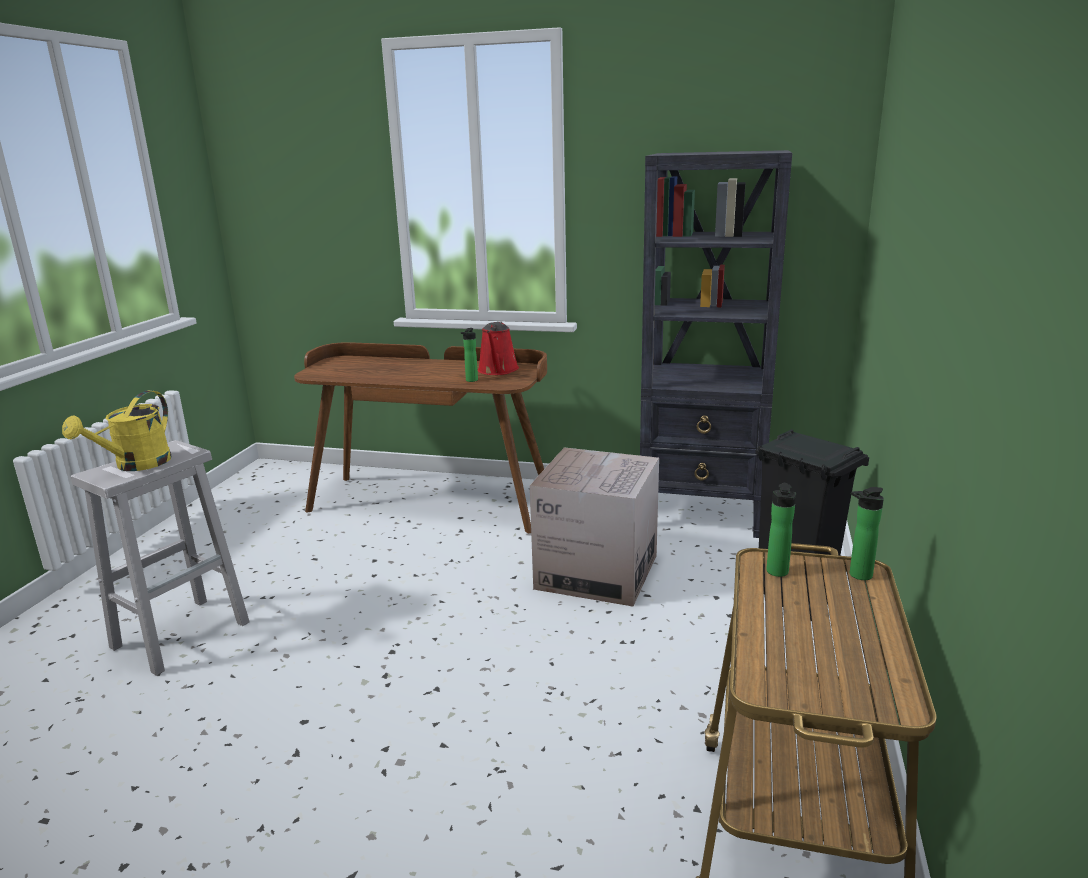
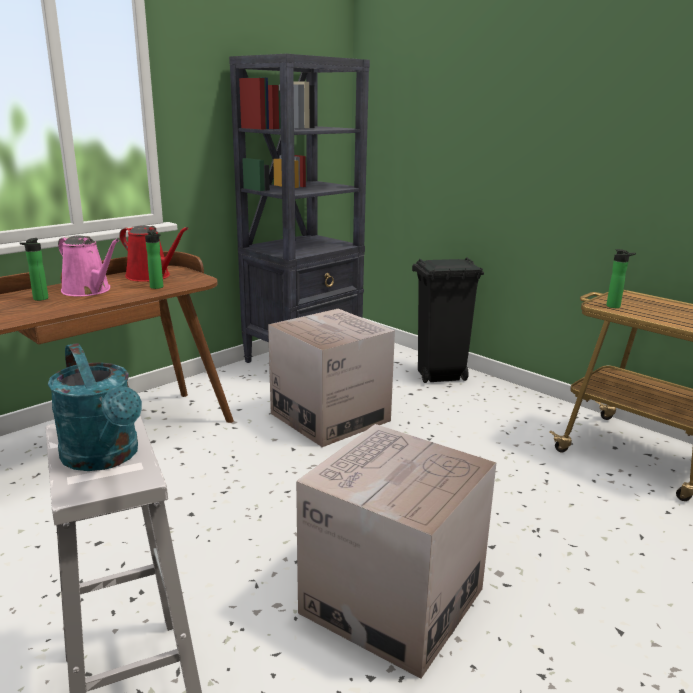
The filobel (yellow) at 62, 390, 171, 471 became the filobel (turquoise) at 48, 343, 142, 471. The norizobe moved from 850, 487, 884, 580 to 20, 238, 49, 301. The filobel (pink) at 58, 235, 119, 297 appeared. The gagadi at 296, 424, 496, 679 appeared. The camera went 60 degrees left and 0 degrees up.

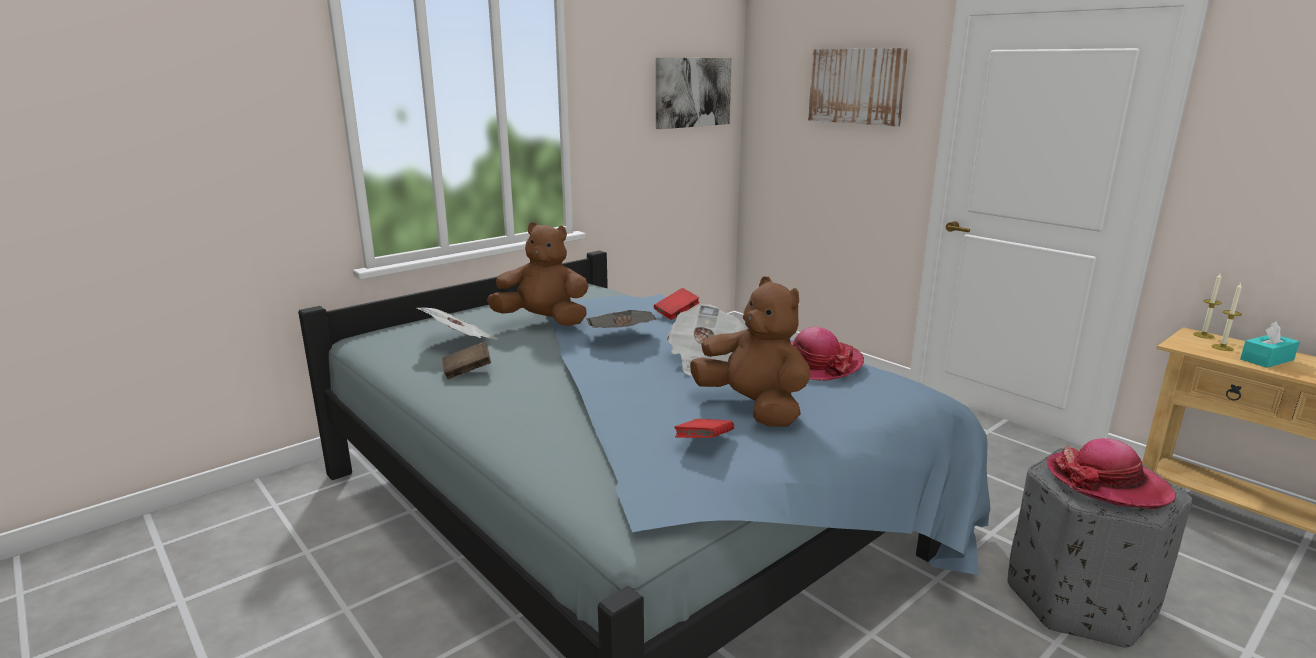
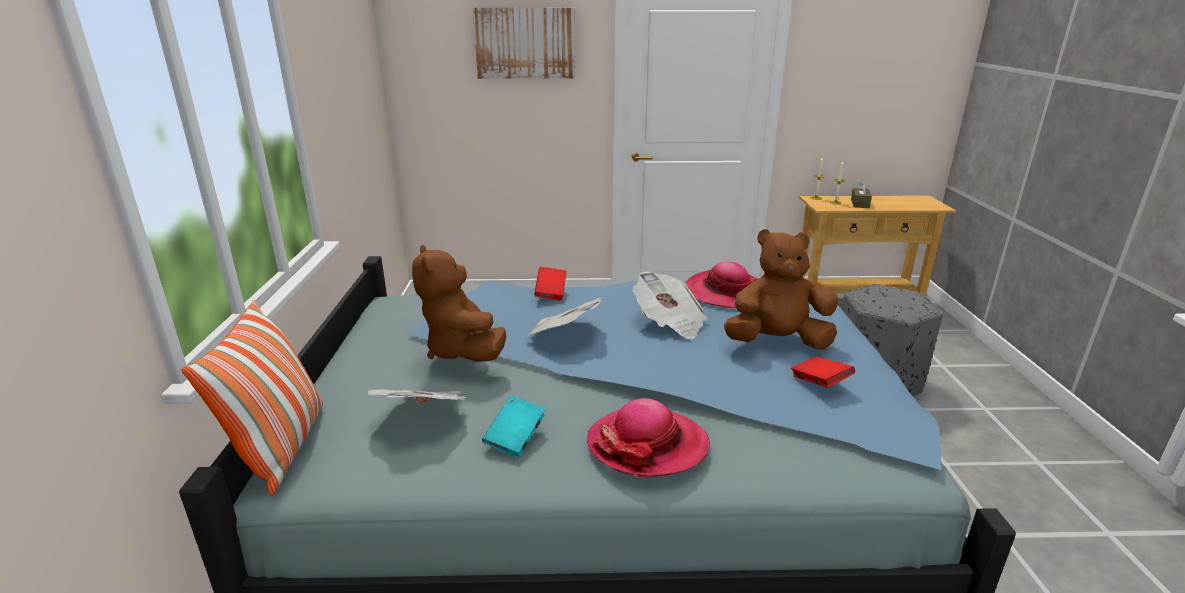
The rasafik at 656, 58, 732, 129 disappeared. The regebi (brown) at 487, 222, 589, 326 turned 75 degrees counterclockwise. The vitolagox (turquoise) at 1240, 321, 1300, 368 became the vitolagox (brown) at 851, 180, 872, 208. The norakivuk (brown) at 442, 341, 491, 379 became the norakivuk (turquoise) at 482, 396, 545, 457. The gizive moved from 1047, 438, 1176, 509 to 587, 398, 710, 478. The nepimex at 181, 300, 323, 496 appeared. The camera went 50 degrees left and 5 degrees up.

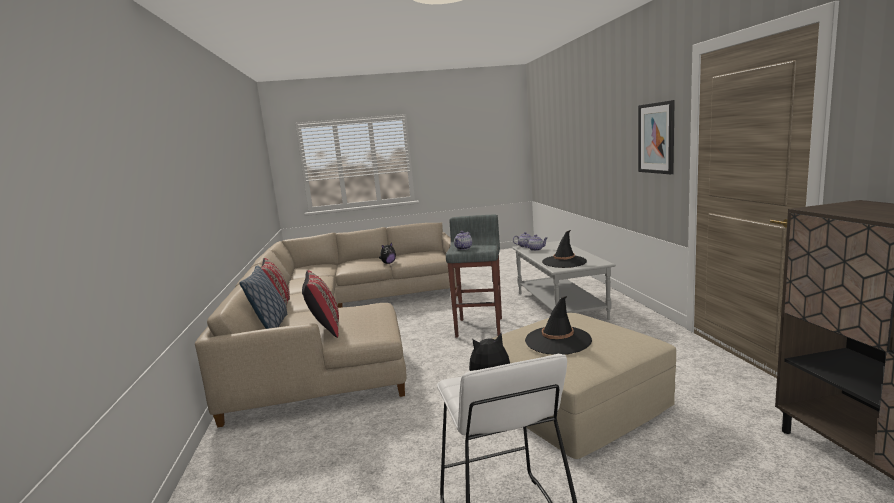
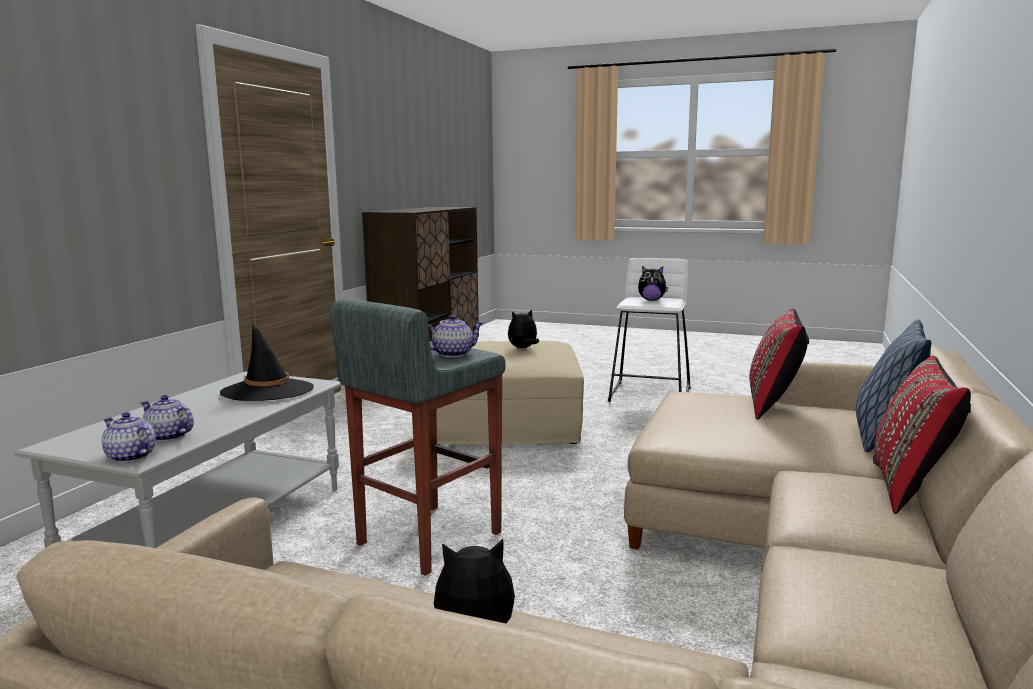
The rasafik at 638, 100, 675, 174 disappeared. The gizive (black) at 525, 296, 592, 355 was replaced by the regebi at 508, 309, 539, 348. The camera went 150 degrees left and 0 degrees up.

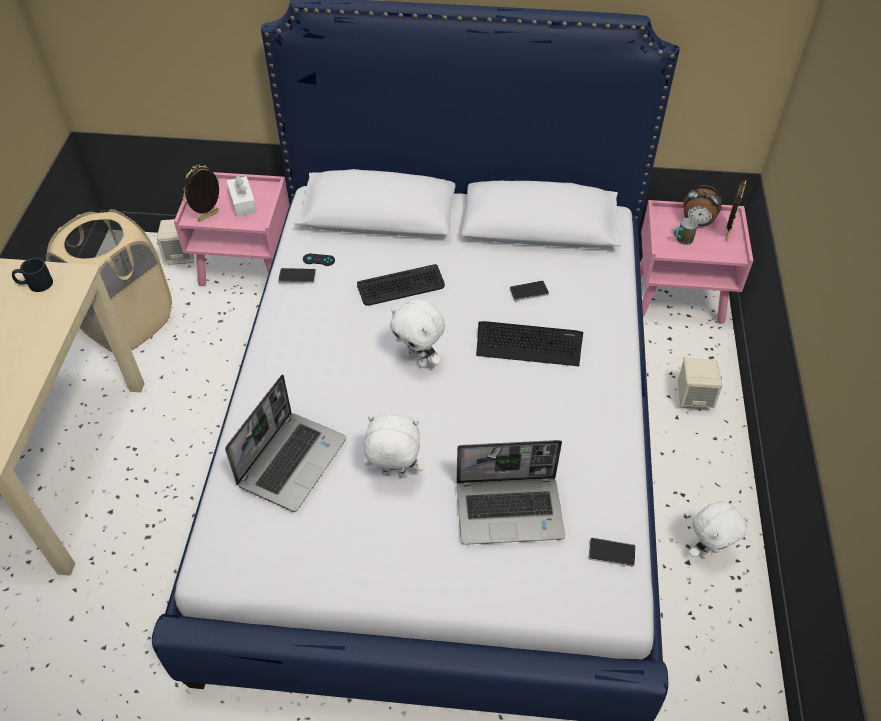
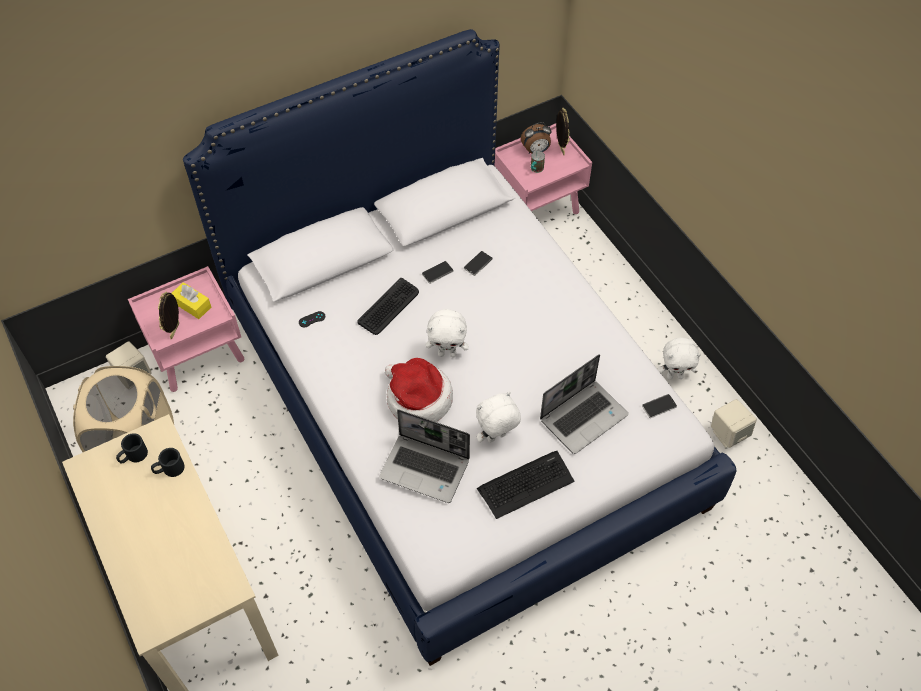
The vitolagox (white) at 227, 175, 257, 217 became the vitolagox (yellow) at 172, 282, 211, 319. The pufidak moved from 278, 268, 316, 284 to 422, 261, 454, 284. The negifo moved from 476, 321, 583, 366 to 477, 451, 574, 519. The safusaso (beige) moved from 678, 358, 722, 410 to 711, 399, 757, 448. The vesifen at 225, 374, 346, 512 turned 120 degrees clockwise. The regebi (white) at 689, 501, 749, 559 turned 60 degrees clockwise. The gizive at 385, 358, 453, 422 appeared. The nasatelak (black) at 151, 448, 185, 477 appeared. The camera went 35 degrees left and 5 degrees up.

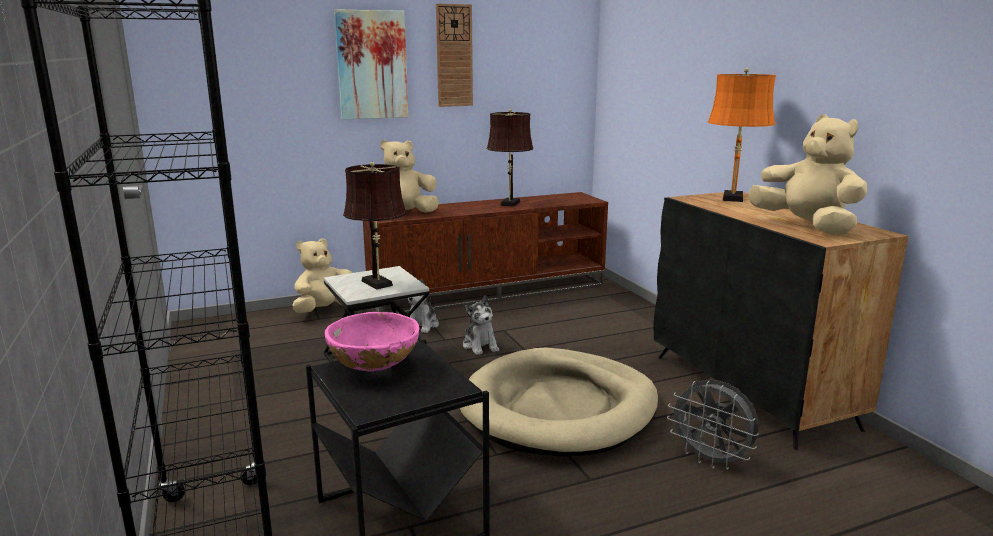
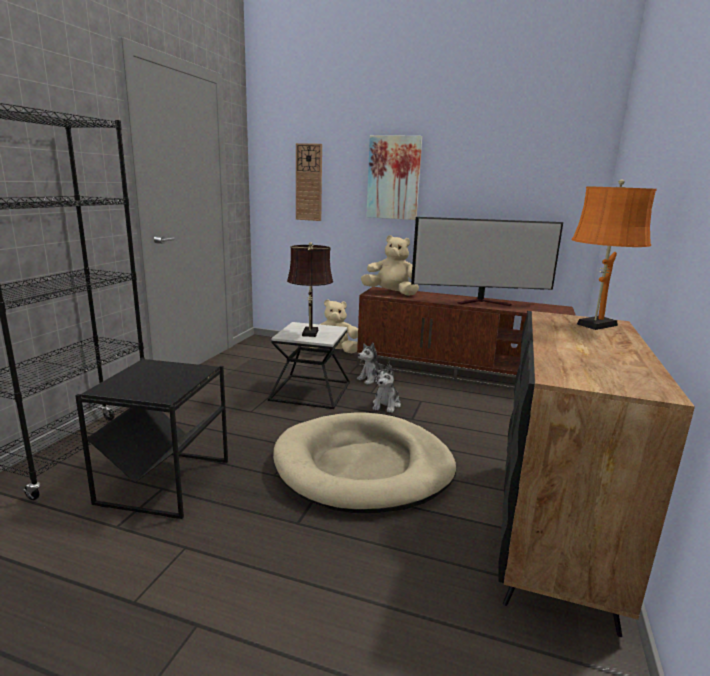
The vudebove moved from 436, 3, 473, 107 to 296, 143, 322, 221. The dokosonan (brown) at 487, 109, 533, 207 was replaced by the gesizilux at 411, 217, 563, 306. The regebi (beige) at 748, 114, 867, 235 disappeared. The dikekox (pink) at 325, 312, 420, 372 disappeared. The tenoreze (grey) at 667, 380, 759, 470 disappeared. The camera went 40 degrees right and 0 degrees up.

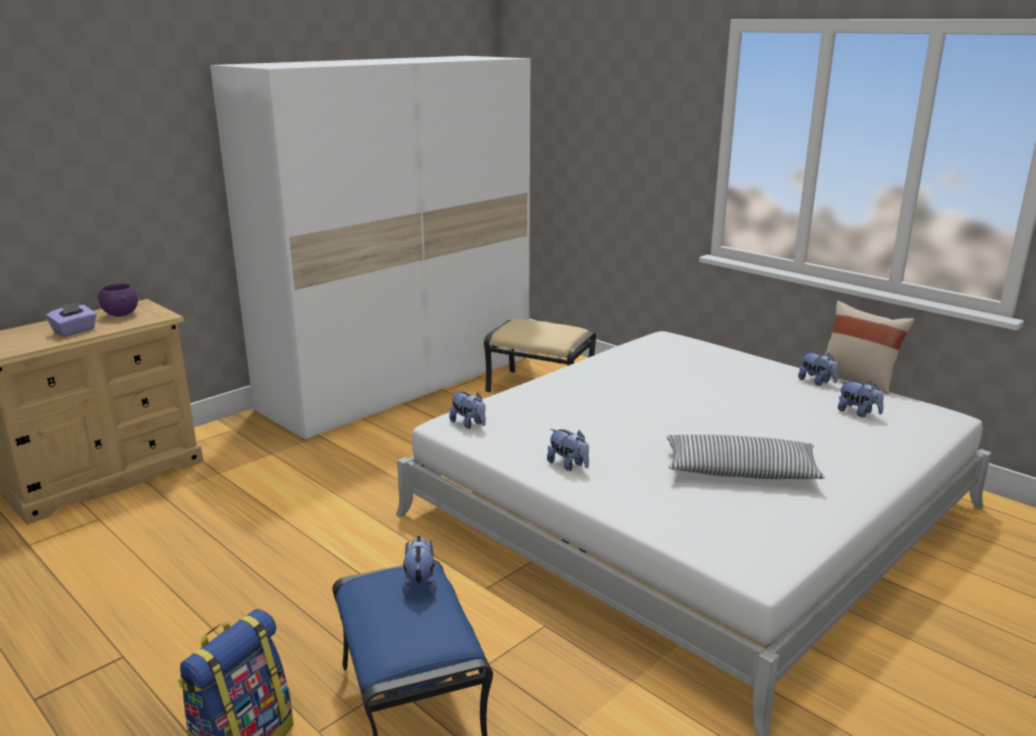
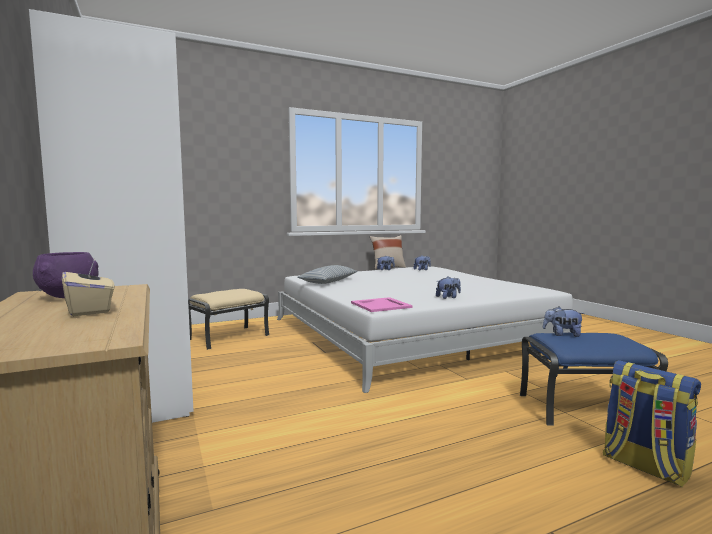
The vitolagox (purple) at 46, 301, 97, 337 became the vitolagox (beige) at 62, 259, 115, 316. The regebi at 449, 391, 486, 429 was replaced by the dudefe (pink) at 351, 297, 413, 312. The nepimex moved from 667, 435, 825, 479 to 297, 265, 358, 284. The camera went 70 degrees left and 15 degrees down.

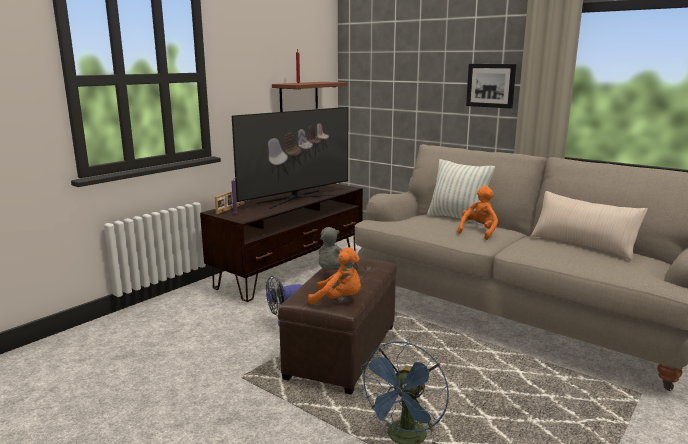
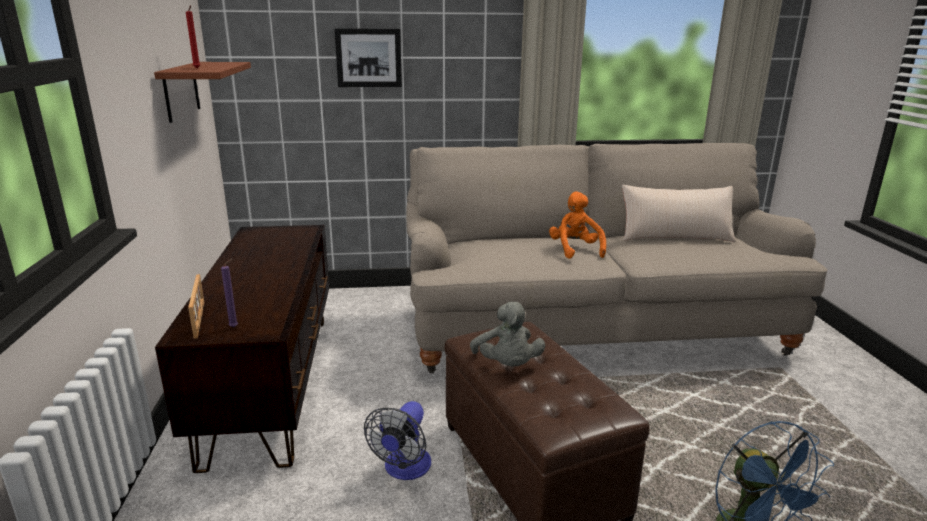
The rasafik moved from 466, 64, 516, 108 to 334, 28, 402, 87. The gesizilux at 232, 107, 348, 209 disappeared. The nepimex at 427, 159, 495, 226 disappeared. The regebi (orange) at 308, 247, 361, 305 disappeared. The camera went 45 degrees left and 5 degrees up.

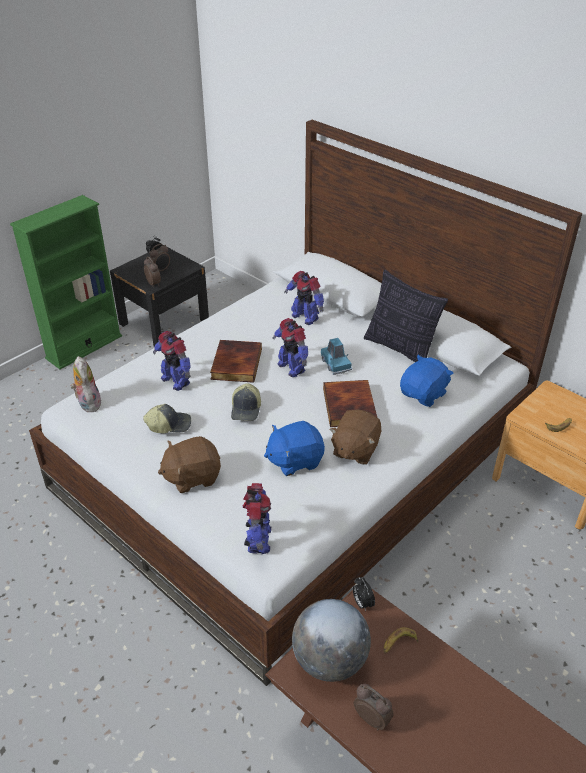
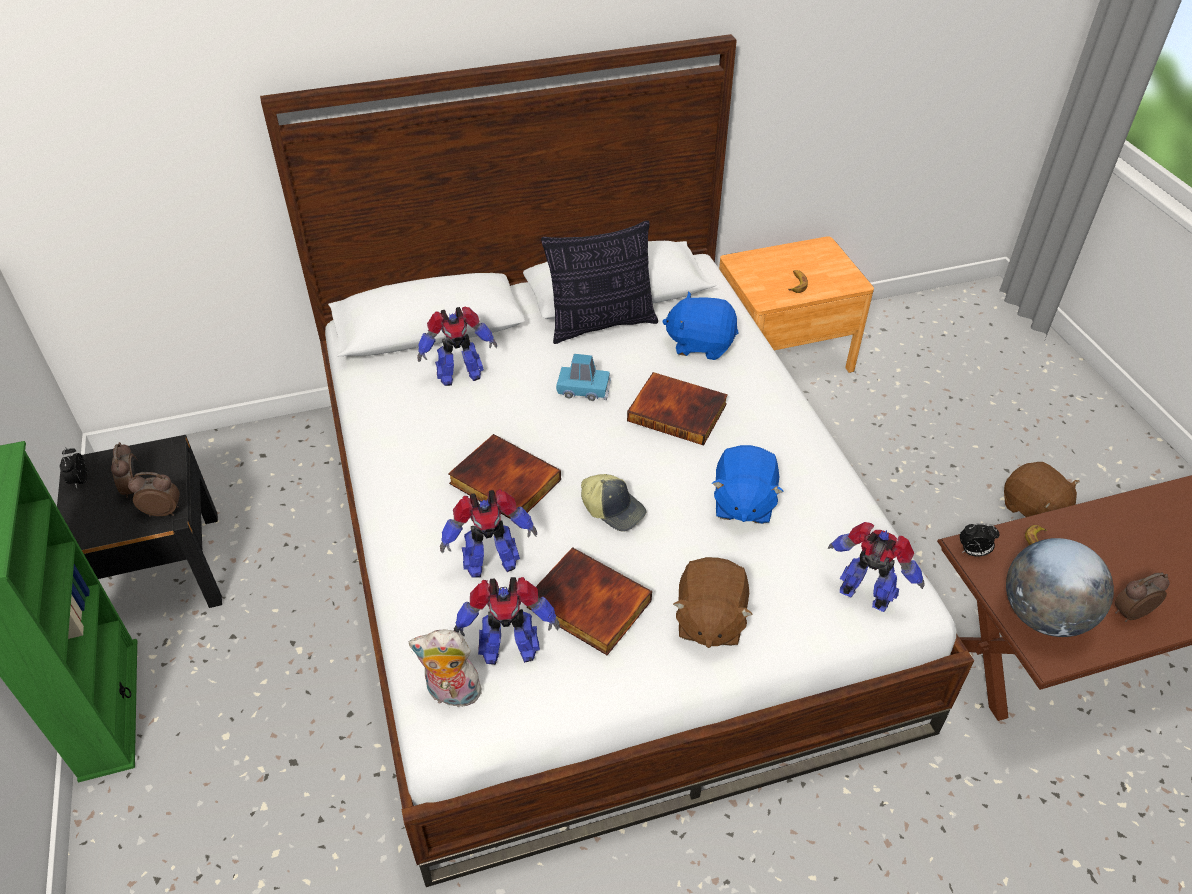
The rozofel moved from 273, 318, 308, 377 to 454, 577, 560, 665. The regebi (blue) at 400, 355, 454, 407 turned 60 degrees counterclockwise. The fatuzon at 143, 404, 191, 434 was replaced by the norakivuk at 527, 547, 652, 655. The regebi (brown) moved from 329, 409, 382, 465 to 1004, 462, 1080, 517. The camera went 60 degrees left and 5 degrees up.

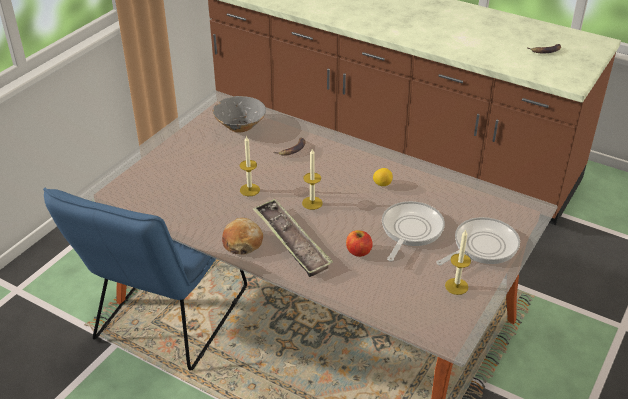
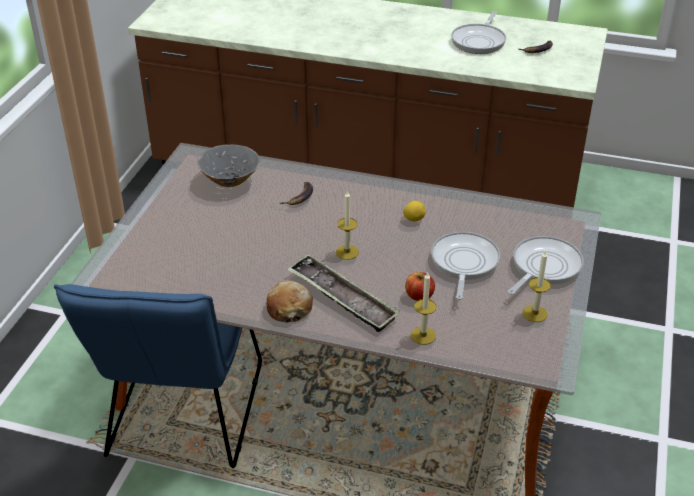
The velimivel moved from 240, 135, 260, 196 to 411, 272, 436, 345. The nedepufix at 451, 11, 506, 54 appeared. The camera went 15 degrees left and 0 degrees up.

